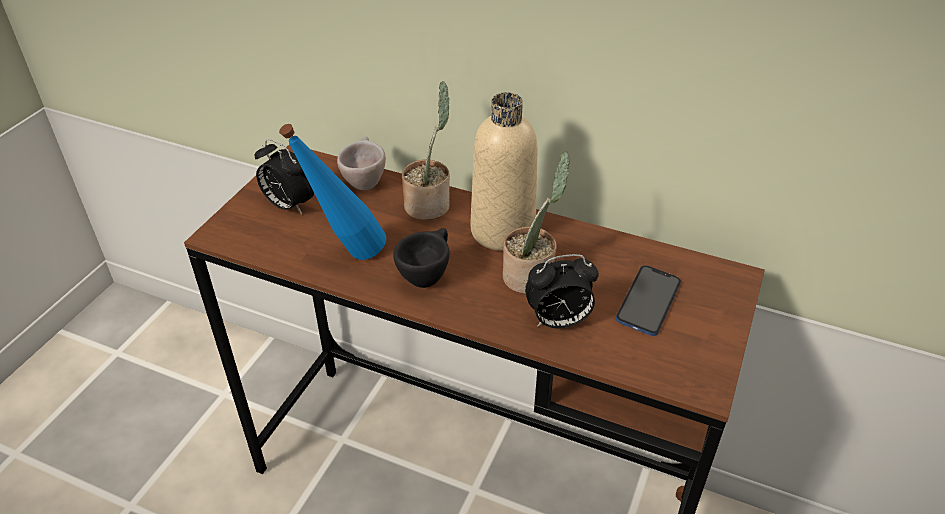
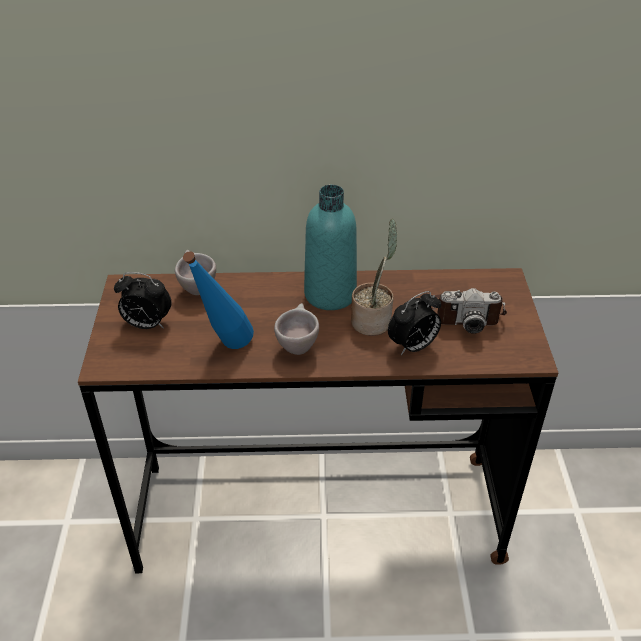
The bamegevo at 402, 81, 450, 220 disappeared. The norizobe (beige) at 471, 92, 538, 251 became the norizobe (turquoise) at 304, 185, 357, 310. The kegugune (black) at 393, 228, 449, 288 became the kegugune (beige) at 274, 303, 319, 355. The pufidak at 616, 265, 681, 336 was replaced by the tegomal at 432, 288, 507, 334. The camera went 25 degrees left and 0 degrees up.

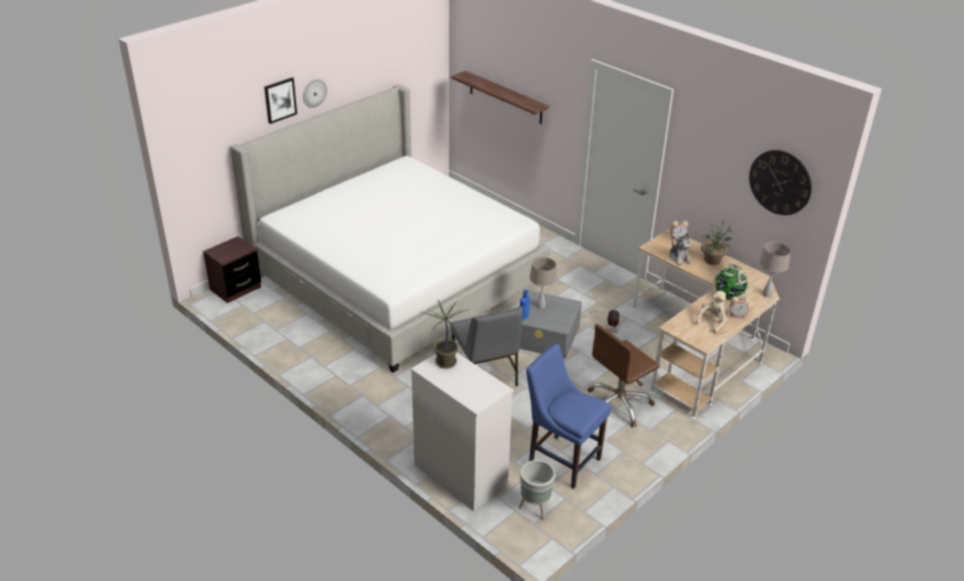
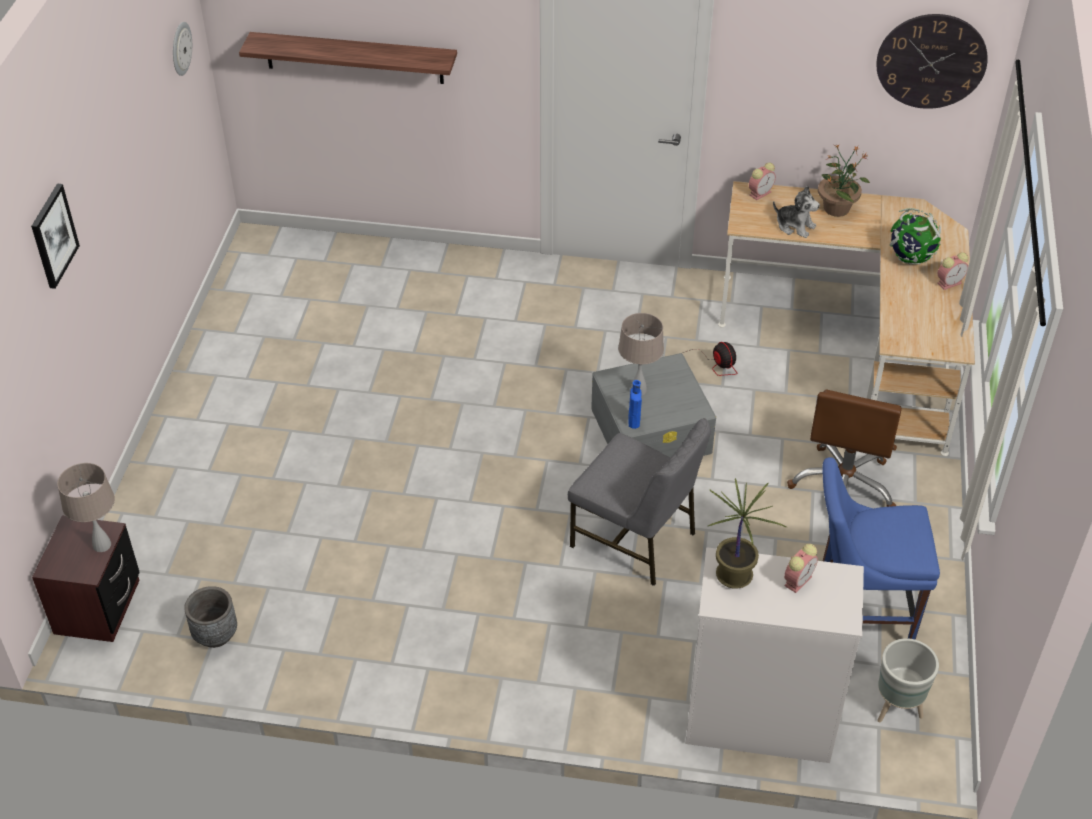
The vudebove moved from 303, 79, 327, 108 to 173, 22, 192, 76. The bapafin at 230, 84, 550, 373 disappeared. The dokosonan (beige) moved from 760, 242, 791, 297 to 57, 463, 115, 552. The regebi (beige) at 695, 291, 726, 334 disappeared. The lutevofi at 784, 544, 818, 593 appeared. The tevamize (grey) at 184, 586, 237, 648 appeared. The camera went 35 degrees left and 10 degrees up.

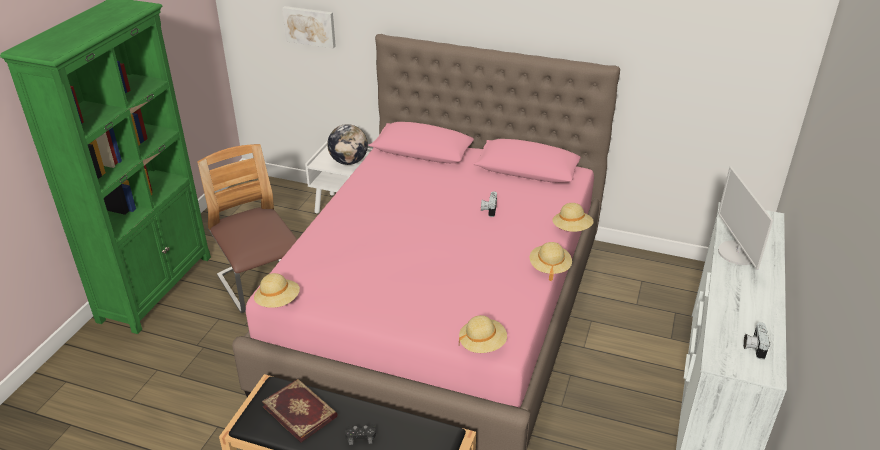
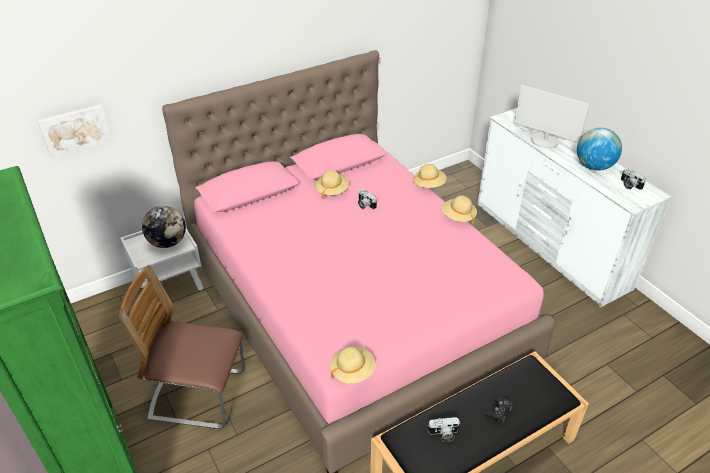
The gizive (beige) moved from 459, 315, 507, 353 to 315, 170, 349, 200. The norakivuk at 262, 379, 338, 442 was replaced by the tegomal at 428, 417, 460, 442. The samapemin at 577, 128, 622, 171 appeared. The camera went 50 degrees left and 5 degrees up.

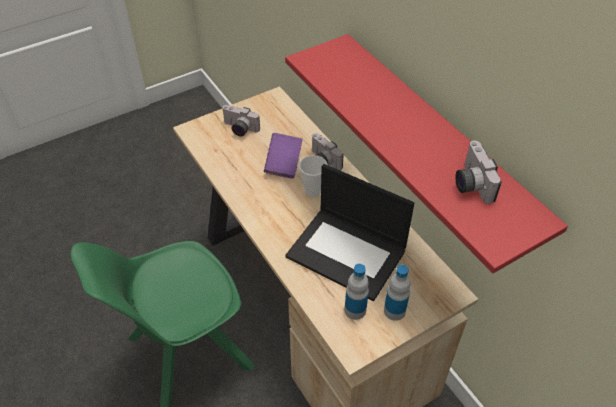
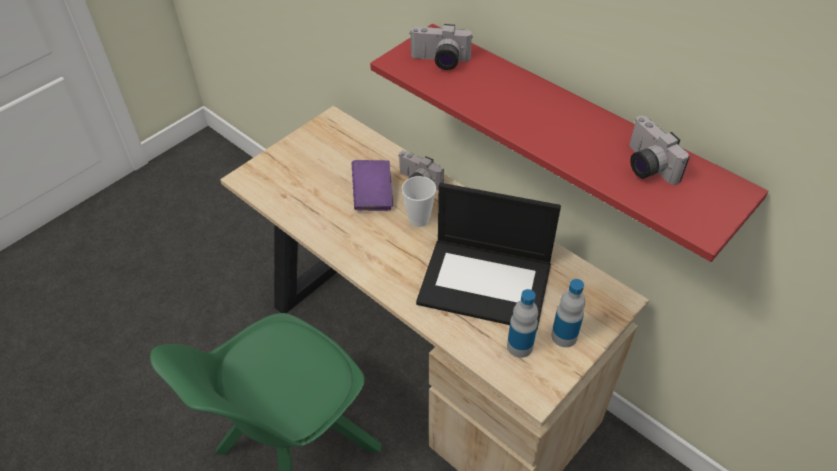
The tegomal moved from 223, 105, 260, 137 to 410, 24, 472, 70. The camera went 15 degrees left and 0 degrees up.

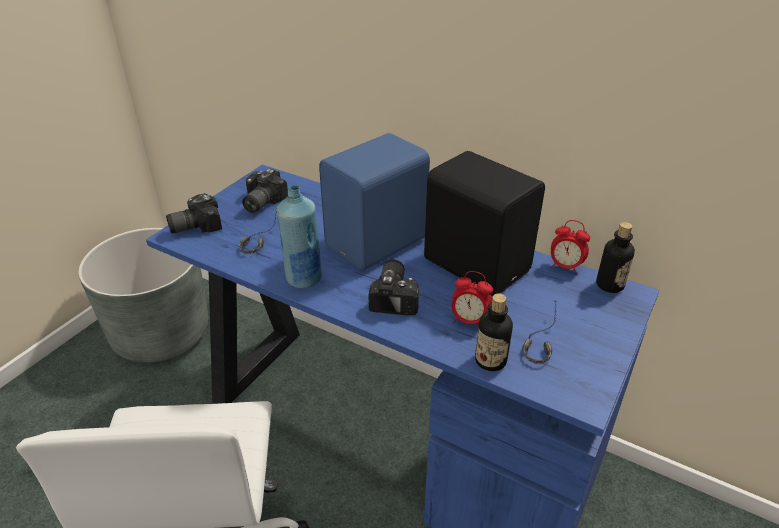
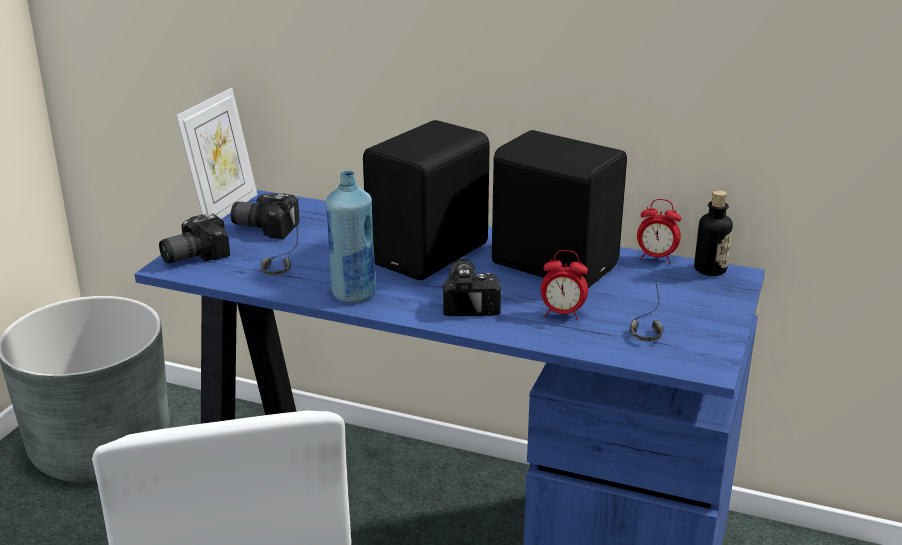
The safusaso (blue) at 319, 133, 430, 271 became the safusaso (black) at 363, 120, 490, 280. The tegomal at 242, 169, 288, 213 turned 90 degrees clockwise. The norizobe at 475, 294, 513, 371 disappeared. The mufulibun at 176, 88, 258, 219 appeared. The camera went 10 degrees left and 10 degrees down.

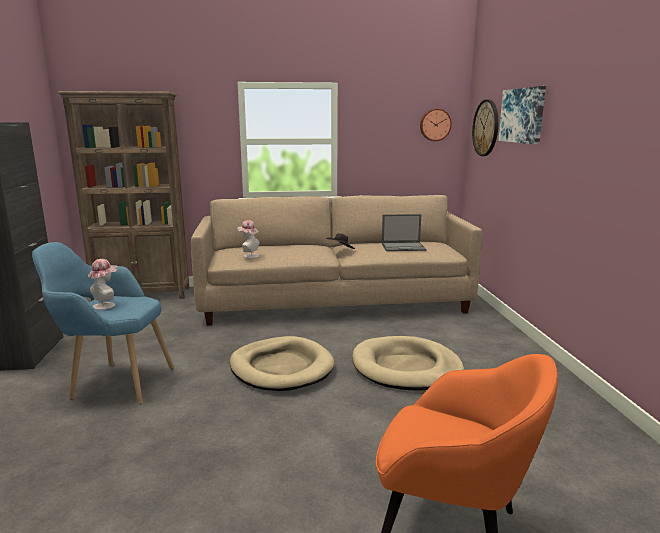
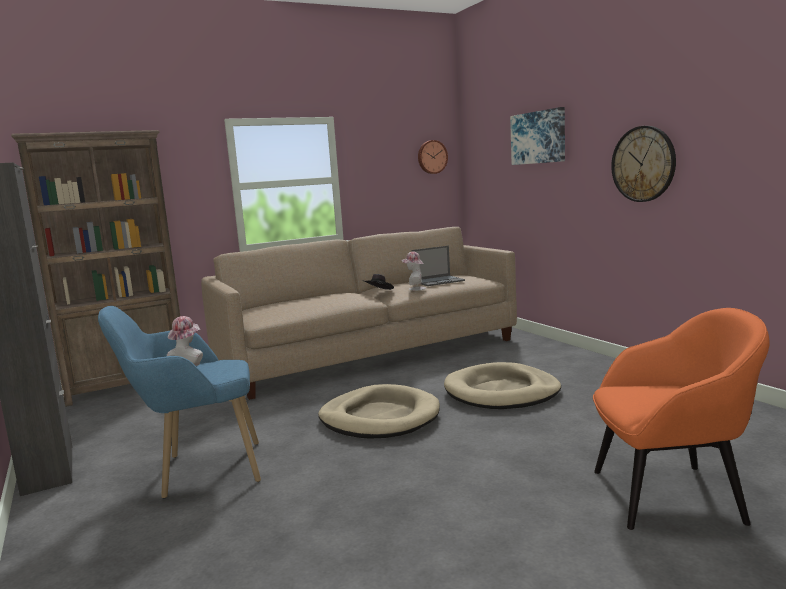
The vudebove moved from 472, 100, 499, 156 to 611, 126, 676, 202. The gizive moved from 238, 220, 260, 258 to 401, 252, 426, 291. The camera went 20 degrees left and 5 degrees down.

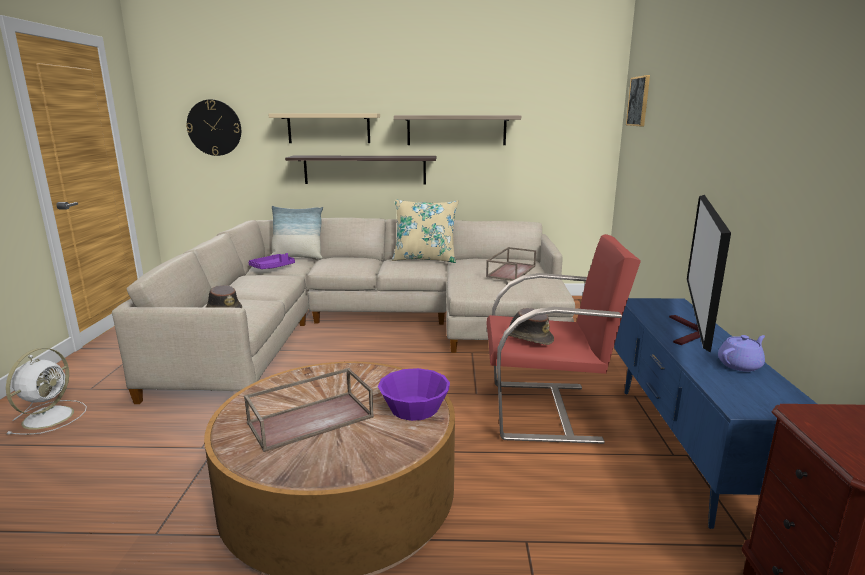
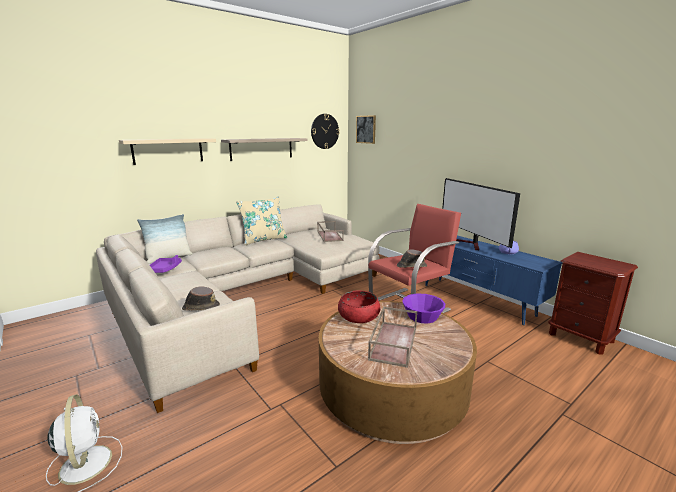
The vudebove moved from 186, 99, 241, 156 to 311, 114, 339, 149. The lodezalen at 285, 156, 436, 184 disappeared. The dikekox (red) at 338, 290, 380, 323 appeared. The camera went 40 degrees left and 0 degrees up.

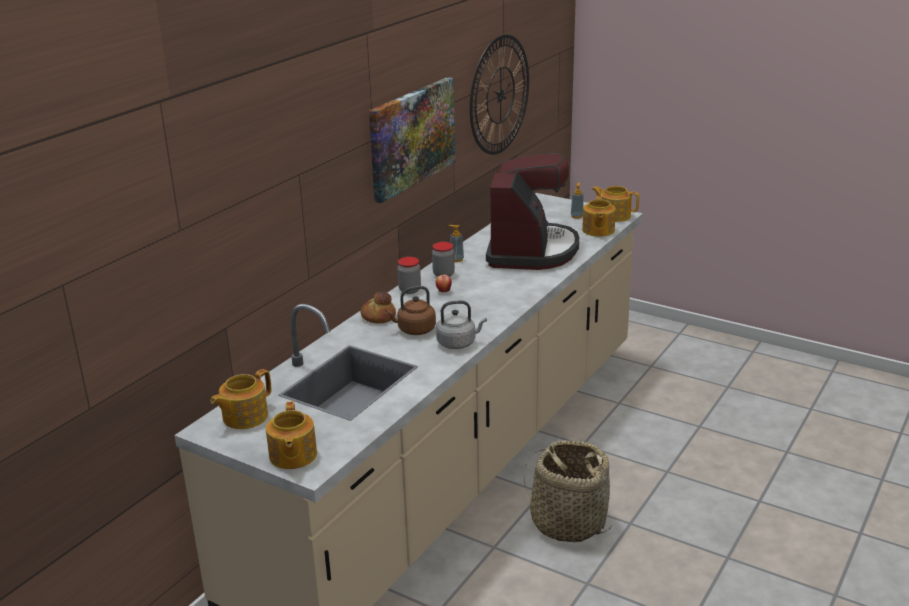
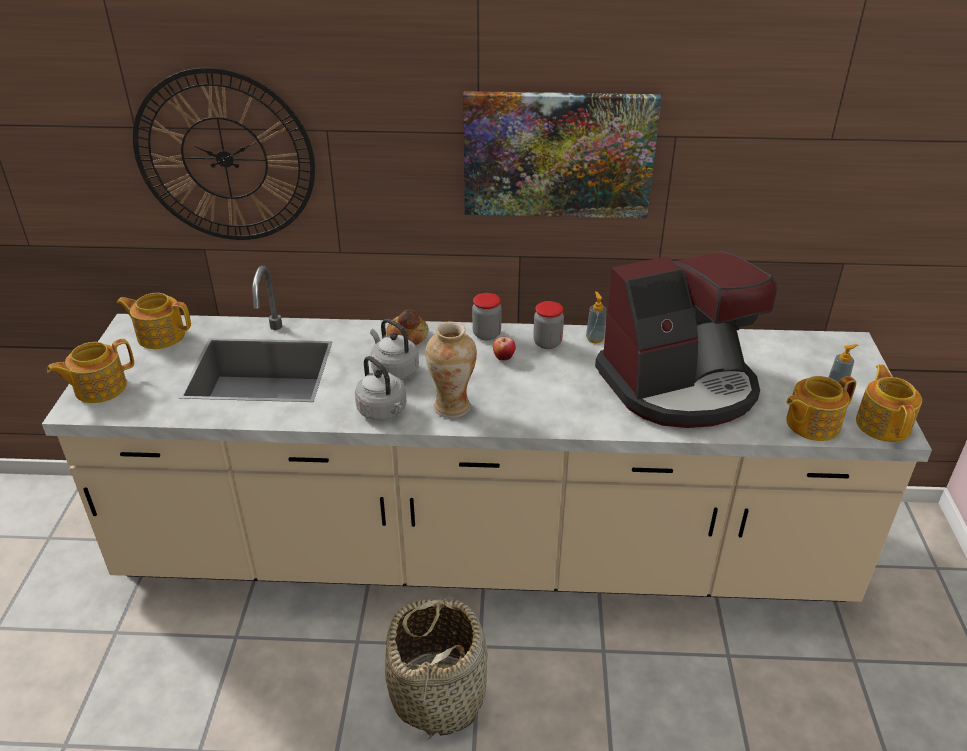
The vudebove moved from 470, 35, 529, 155 to 133, 67, 315, 240. The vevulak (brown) at 385, 286, 436, 335 became the vevulak (grey) at 370, 319, 419, 380. The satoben at 425, 321, 477, 418 appeared. The camera went 60 degrees right and 10 degrees up.

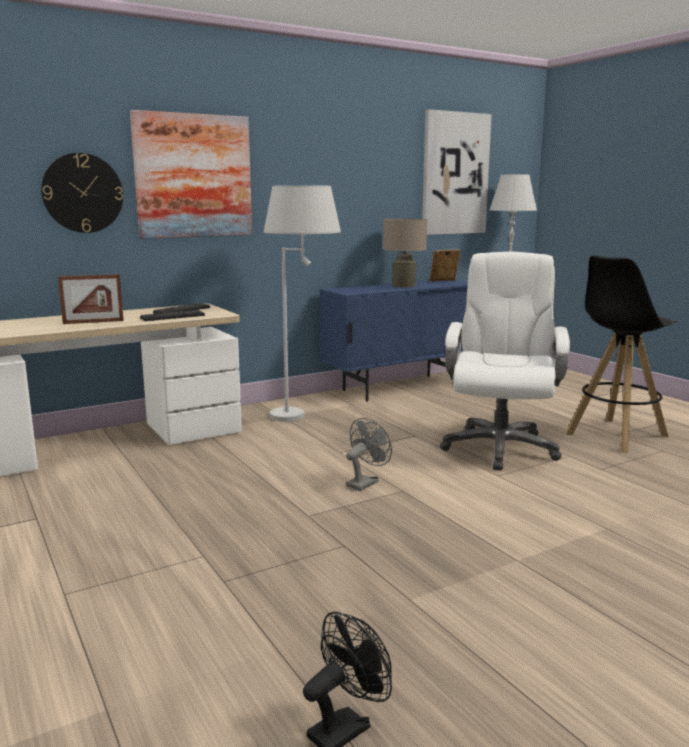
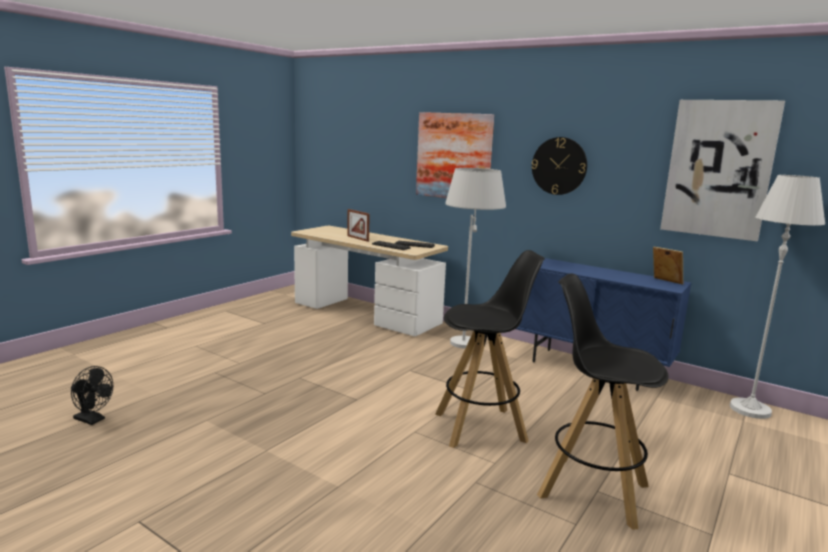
The vudebove moved from 41, 153, 123, 233 to 532, 137, 587, 195. The dokosonan (beige) at 383, 219, 427, 288 disappeared. The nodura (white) at 440, 252, 570, 470 was replaced by the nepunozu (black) at 435, 250, 545, 448. The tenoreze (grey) at 346, 418, 392, 491 disappeared. The camera went 65 degrees right and 0 degrees up.

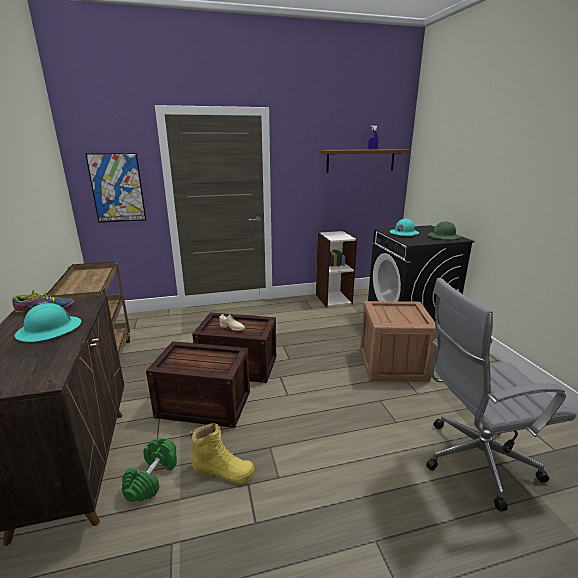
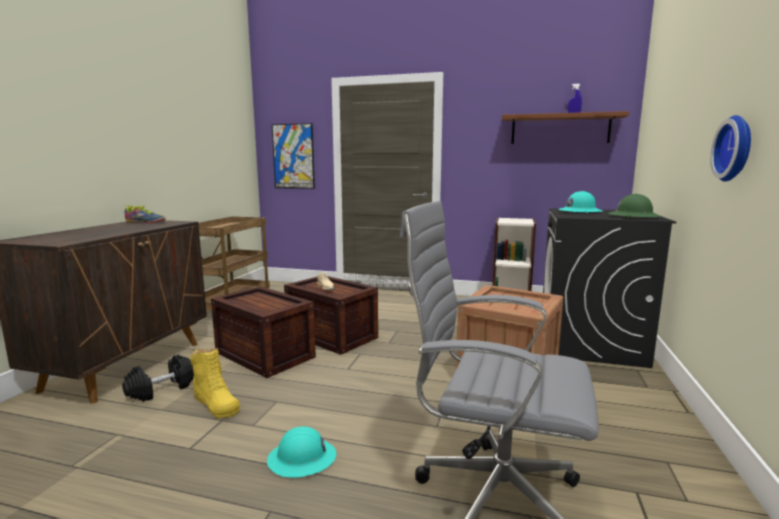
The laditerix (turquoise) moved from 15, 303, 81, 342 to 267, 426, 336, 478. The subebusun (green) at 122, 438, 177, 502 became the subebusun (black) at 122, 354, 194, 402. The vudebove at 710, 115, 751, 182 appeared. The camera went 30 degrees right and 10 degrees down.

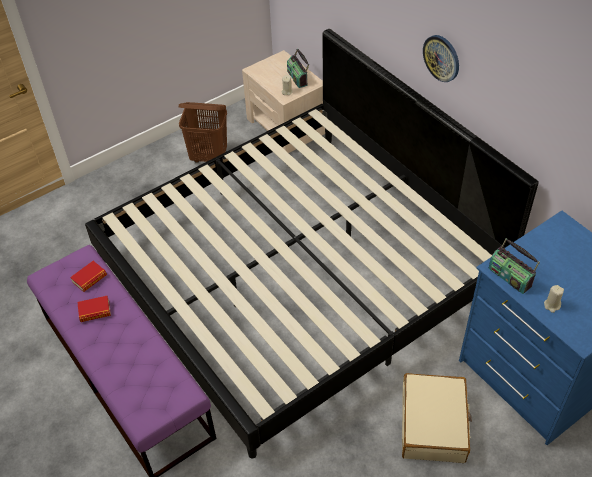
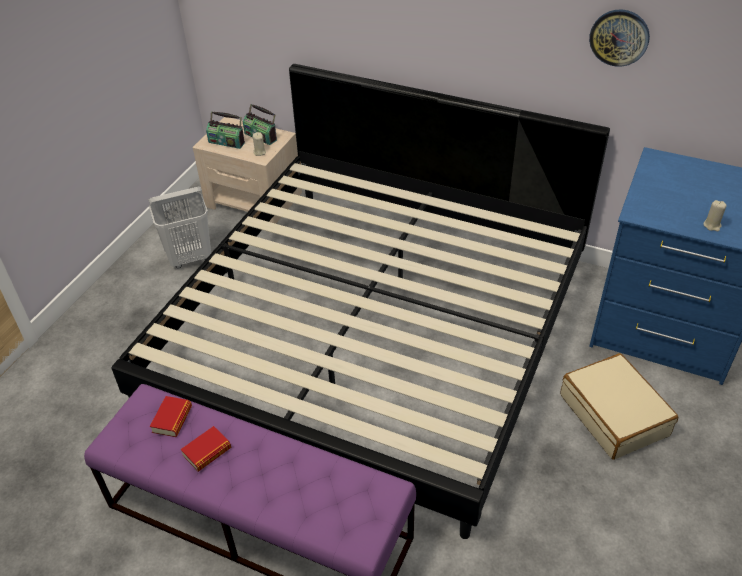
The vudebove moved from 423, 35, 459, 82 to 589, 9, 650, 67. The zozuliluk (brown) at 179, 102, 227, 163 became the zozuliluk (white) at 148, 186, 211, 268. The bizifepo moved from 489, 238, 540, 294 to 206, 111, 245, 149. The camera went 30 degrees left and 5 degrees down.

